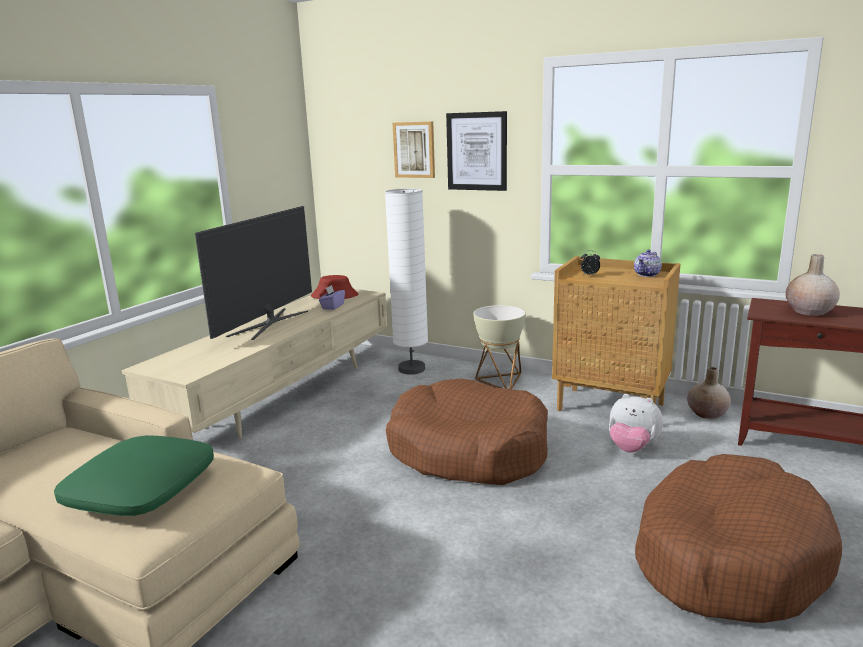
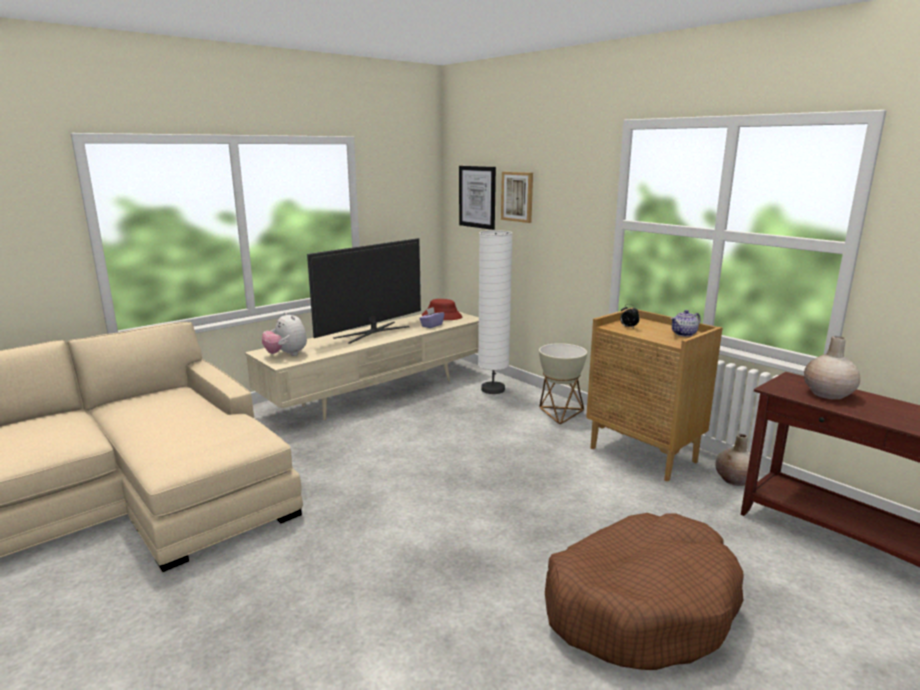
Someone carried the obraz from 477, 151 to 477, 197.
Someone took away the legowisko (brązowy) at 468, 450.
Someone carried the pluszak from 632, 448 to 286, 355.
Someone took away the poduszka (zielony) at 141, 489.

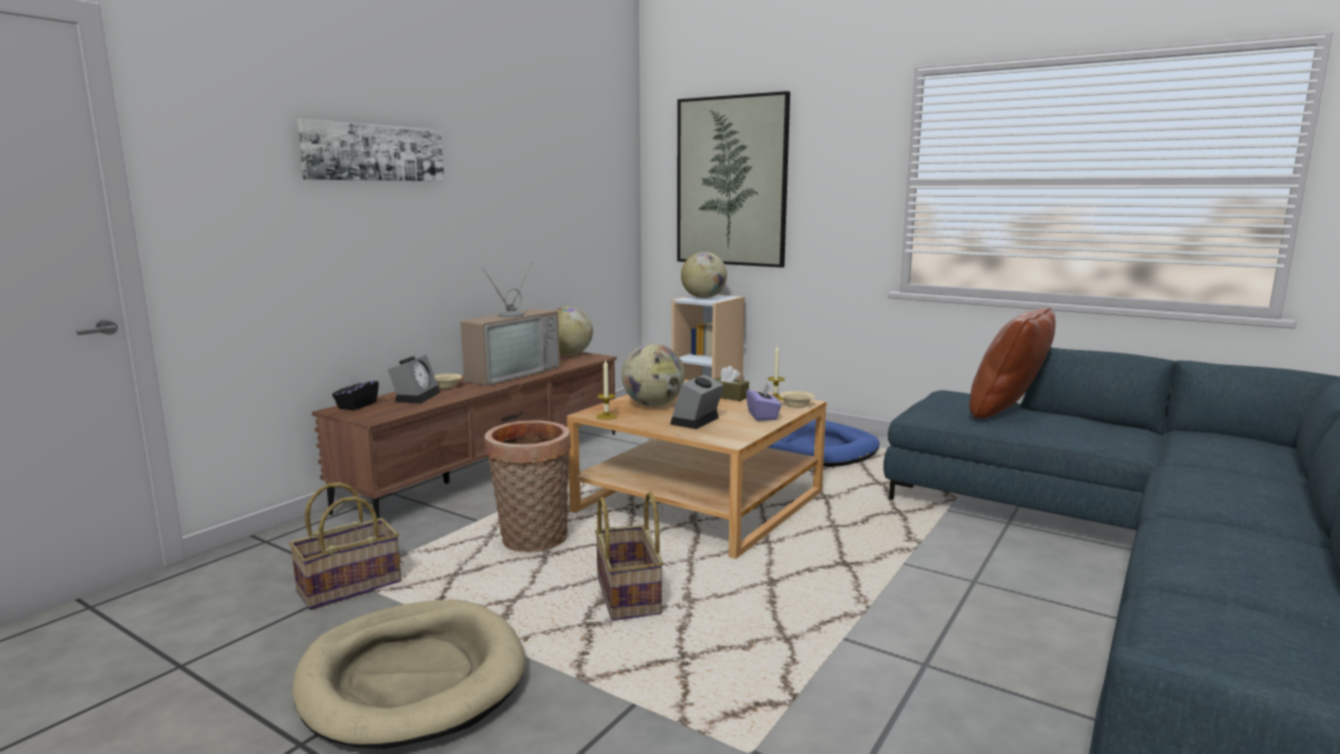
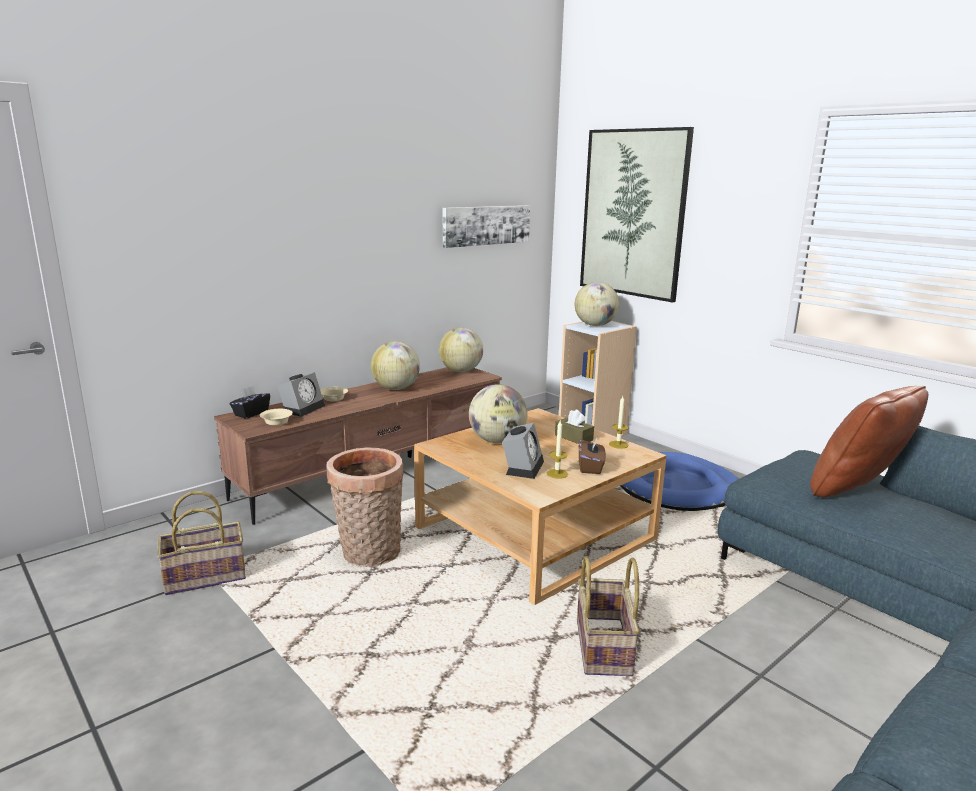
Someone carried the obraz from 374, 153 to 486, 225.
Someone swapped the telewizor at 509, 373 for the globus at 396, 388.
Someone carried the świeca from 606, 416 to 557, 474.
Someone rotated the budzik at 696, 422 by 150 degrees clockwise.
Someone repainted the pudełko chusteczek (fioletowy) at 763, 416, which became the pudełko chusteczek (brązowy) at 590, 467.
Someone carried the miska (beżowy) from 797, 405 to 277, 422.
Someone carried the koszyk from 629, 596 to 604, 647.
Someone took away the legowisko (beżowy) at 412, 678.

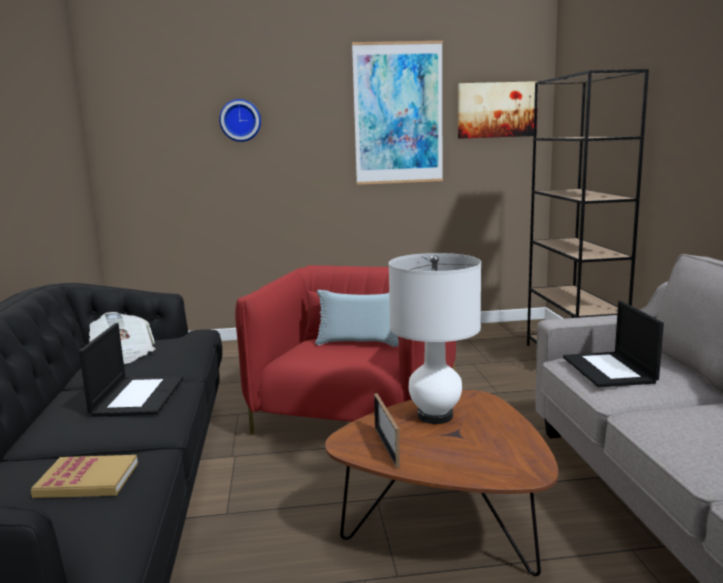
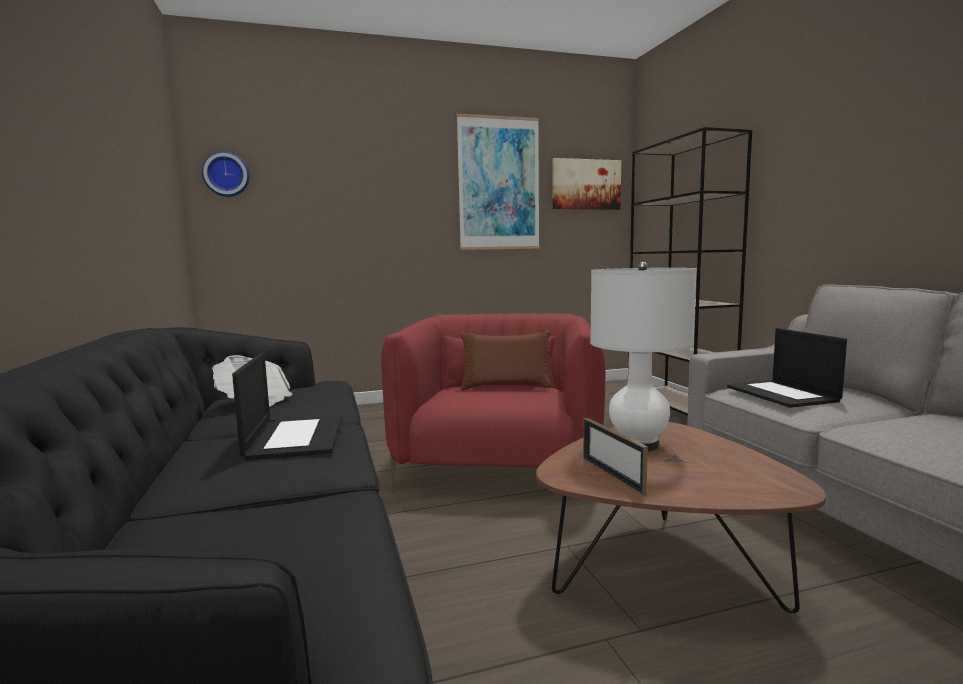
Someone carried the zegar ścienny from 240, 120 to 226, 174.
Someone repainted the poduszka (niebieski) at 358, 343, which became the poduszka (brązowy) at 506, 387.
Someone took away the książka at 87, 480.

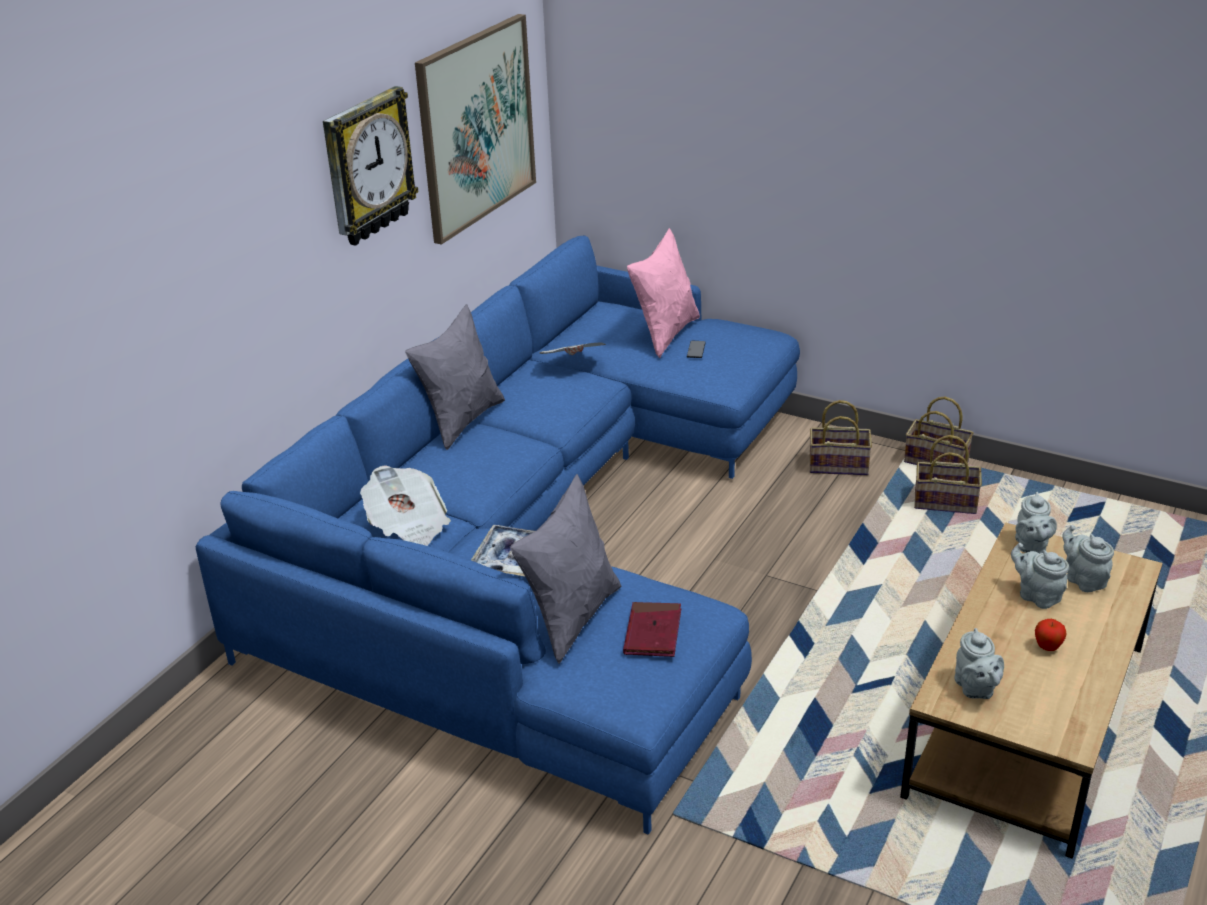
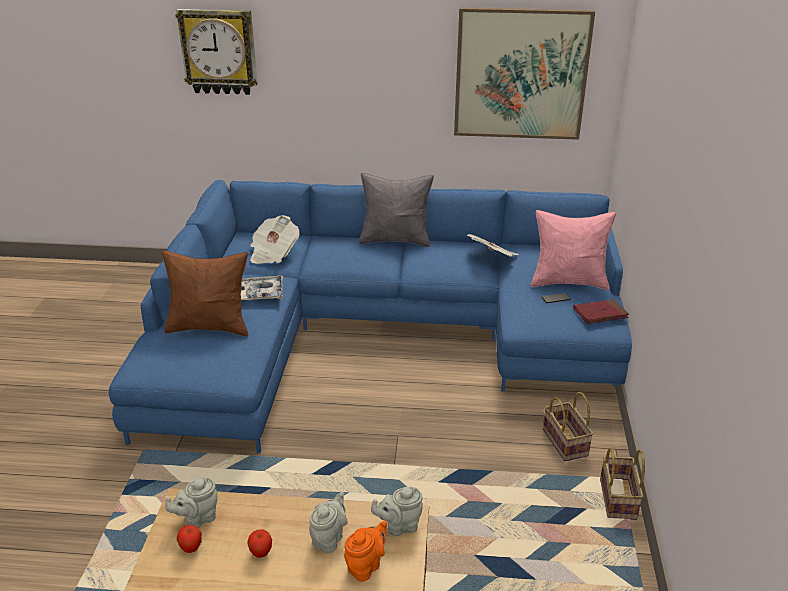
Someone carried the zegar ścienny from 367, 166 to 219, 51.
Someone took away the koszyk at 946, 503.
Someone repainted the poduszka (szary) at 571, 618, which became the poduszka (brązowy) at 210, 327.
Someone repainted the imbryk (szary) at 1083, 580, which became the imbryk (pomarańczowy) at 366, 566.
Someone carried the książka (czerwony) from 653, 633 to 600, 314.
Someone put down the jabłko at 191, 548.

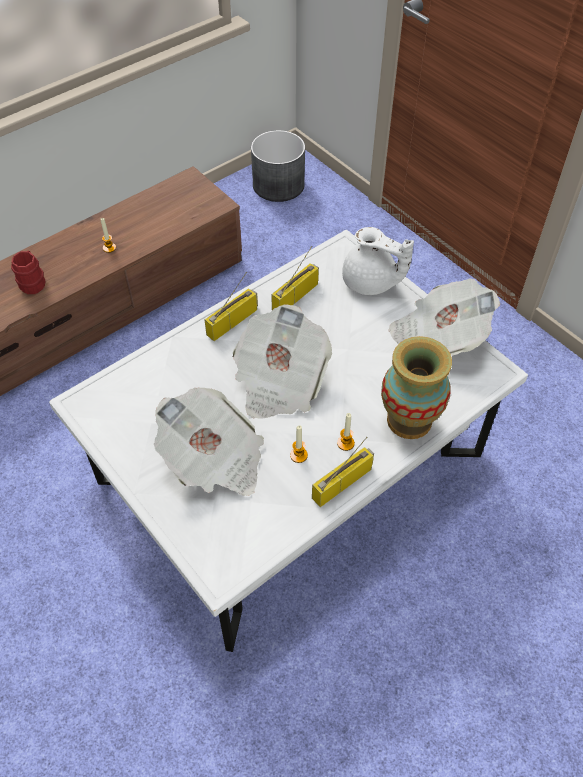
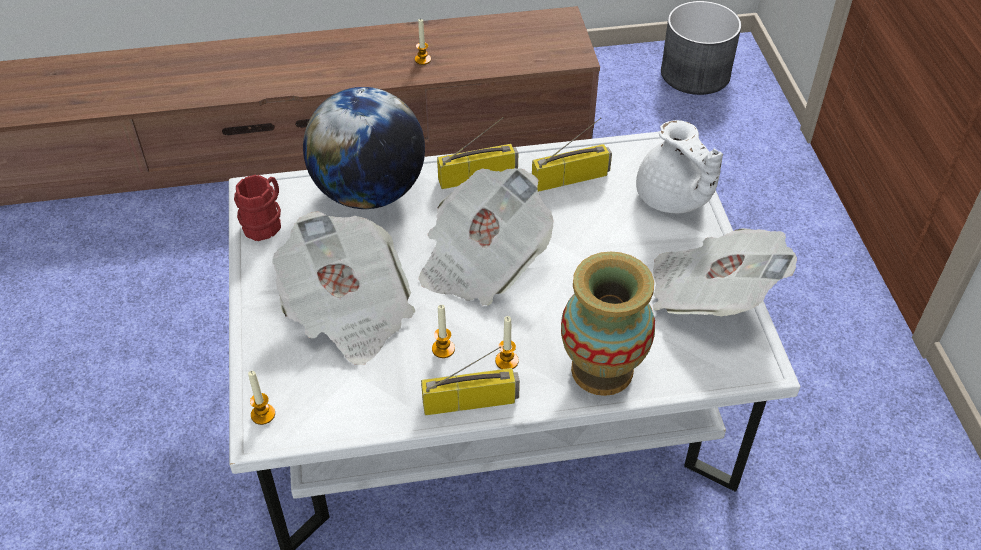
Someone carried the kubek (czerwony) from 33, 281 to 265, 222.
Someone put down the globus at 369, 192.
Someone put down the świeca at 263, 414.

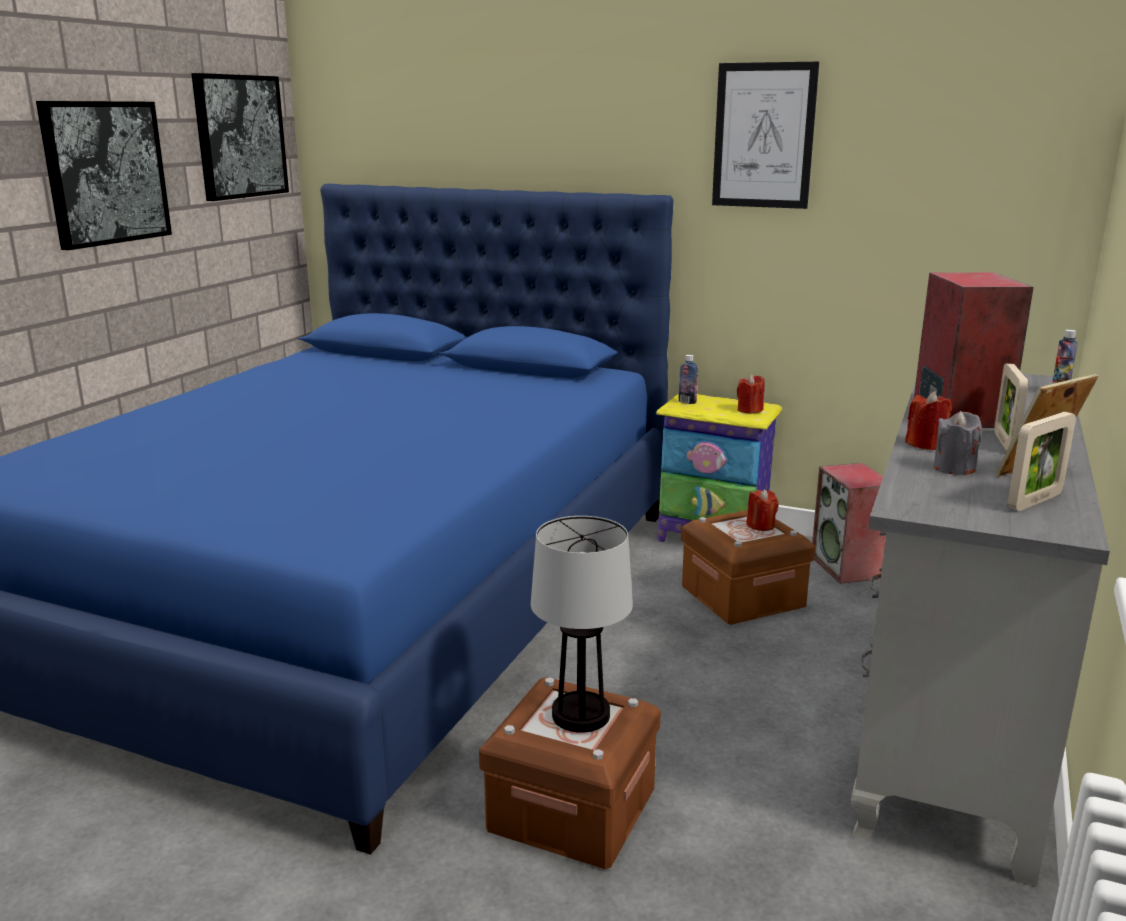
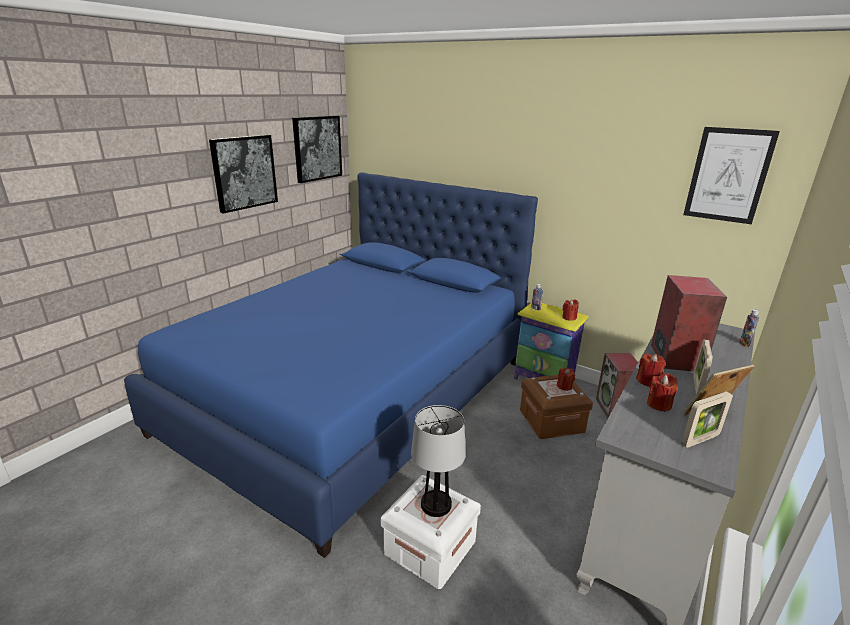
Someone carried the obraz from 763, 136 to 728, 175.
Someone repainted the świeca (szary) at 954, 468, which became the świeca (czerwony) at 659, 404.
Someone repainted the pojemnik do przechowywania (brązowy) at 572, 810, which became the pojemnik do przechowywania (biały) at 430, 547.

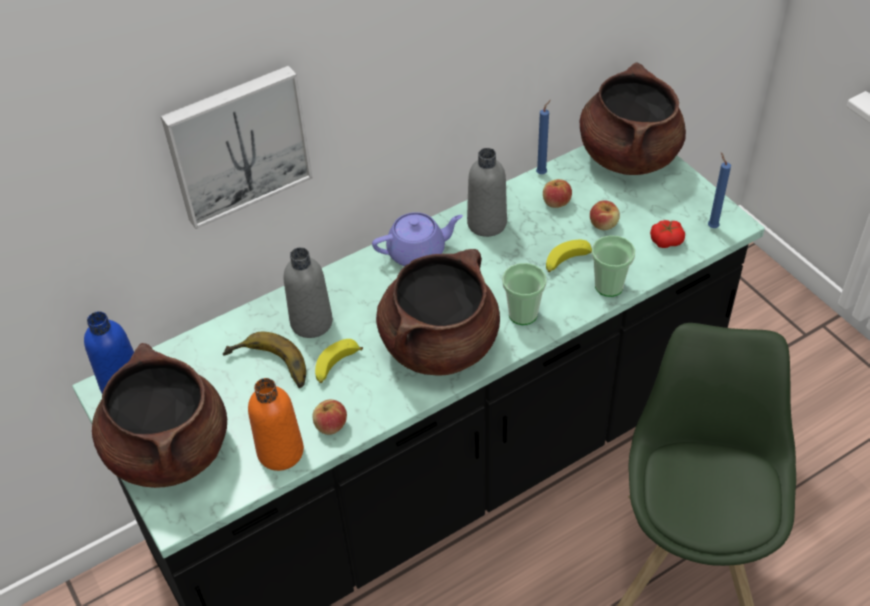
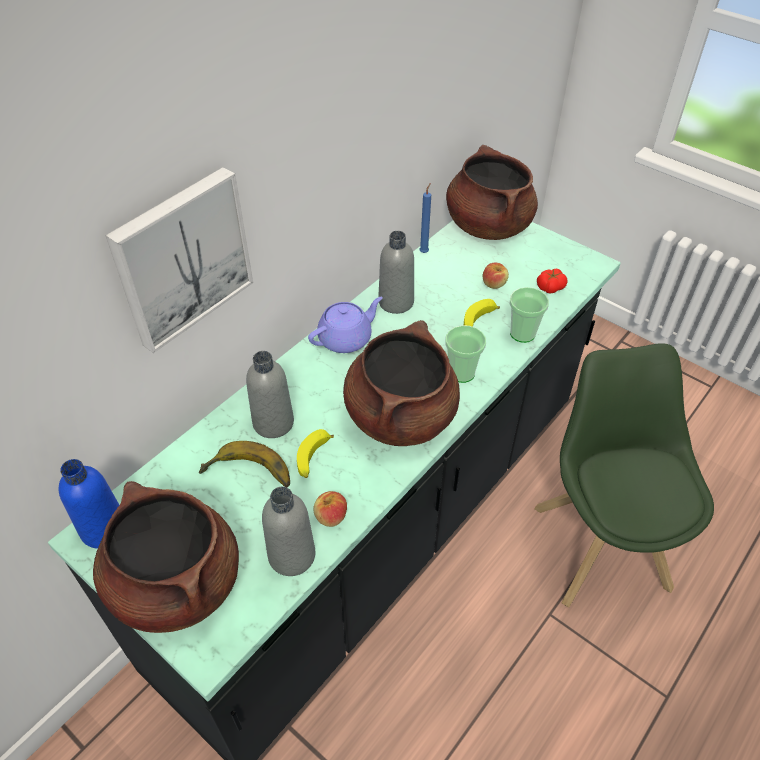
Someone took away the świeca (niebieski) at 711, 226.
Someone took away the jabłko at 556, 202.
Someone repainted the butelka (pomarańczowy) at 280, 452, which became the butelka (szary) at 292, 555.

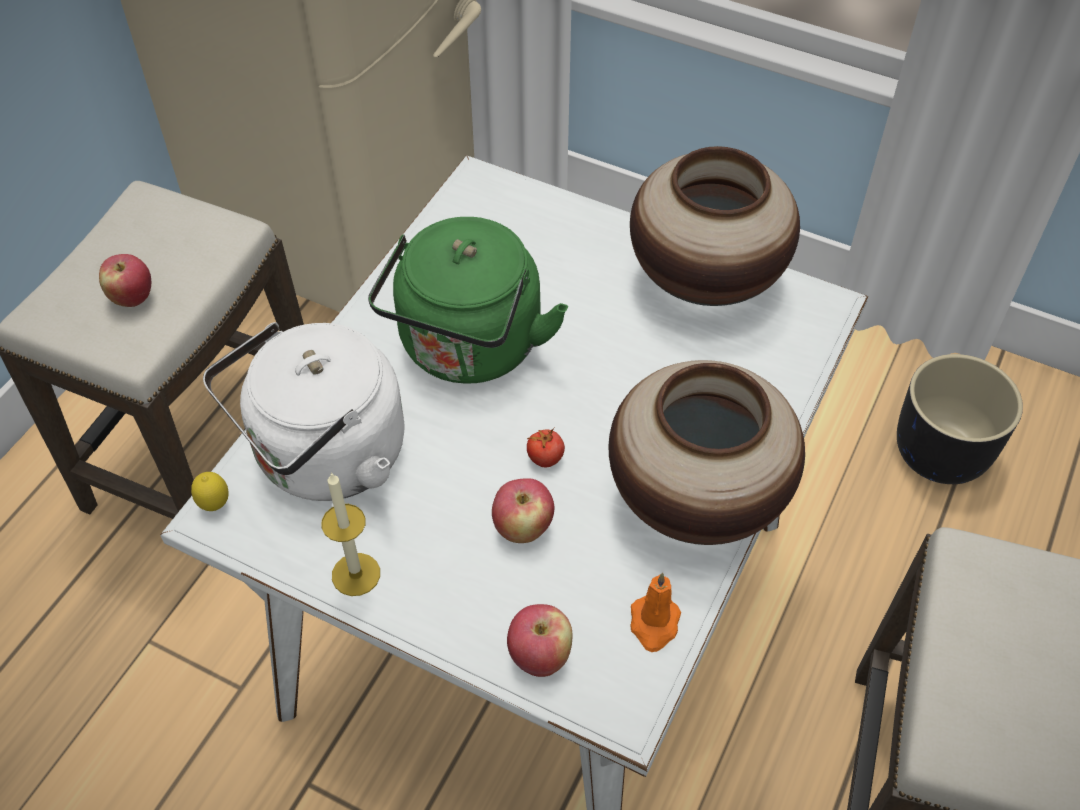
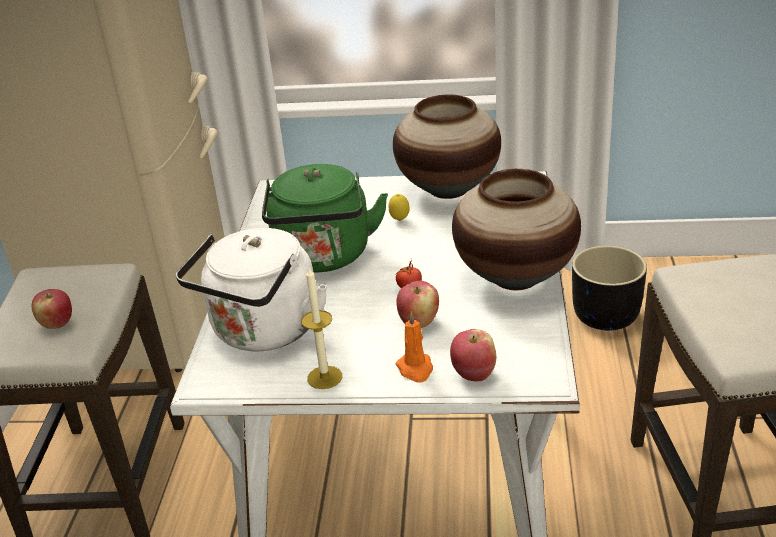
Someone carried the cytryna from 215, 505 to 400, 220.
Someone carried the świeca (pomarańczowy) from 654, 624 to 415, 369.

